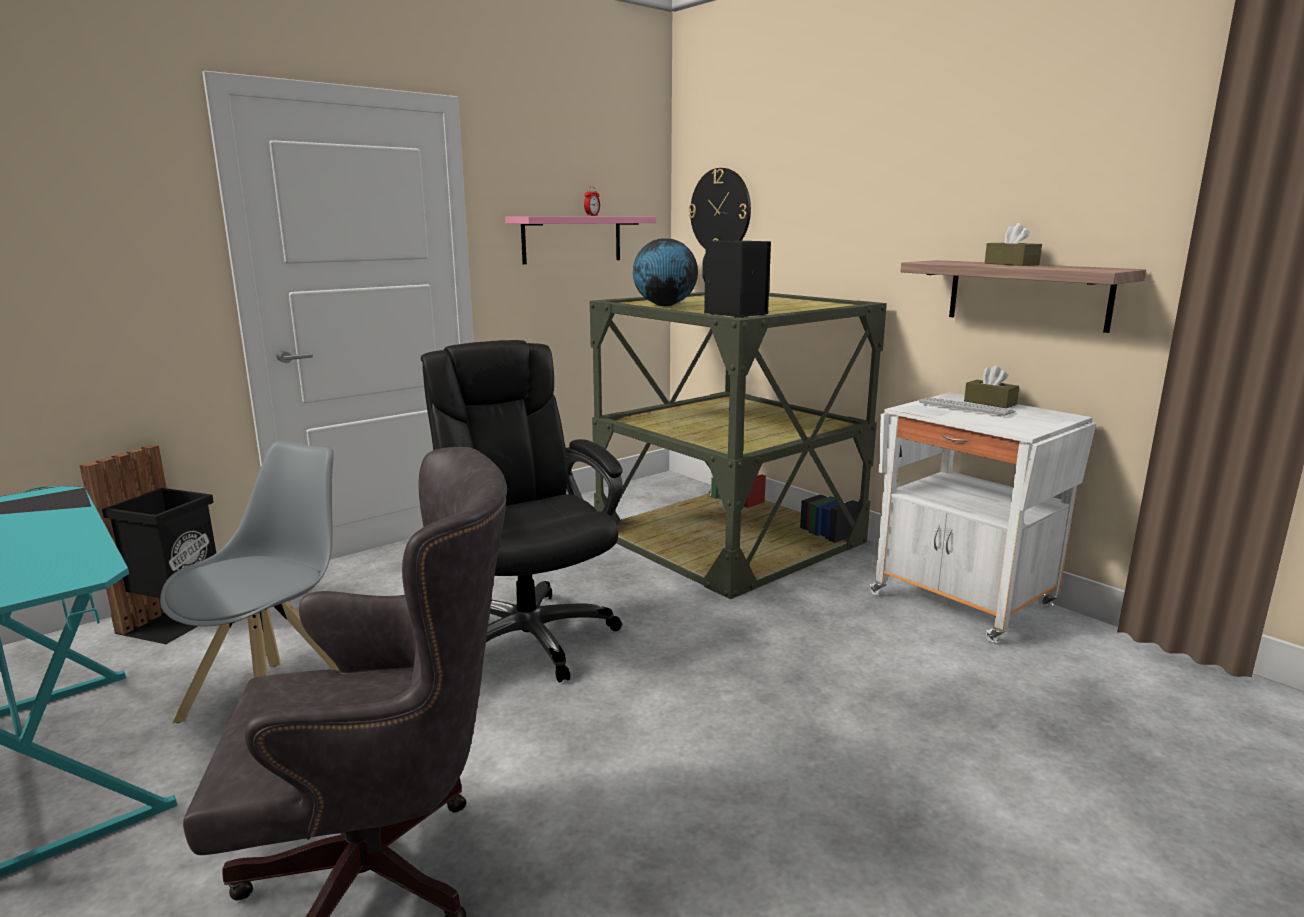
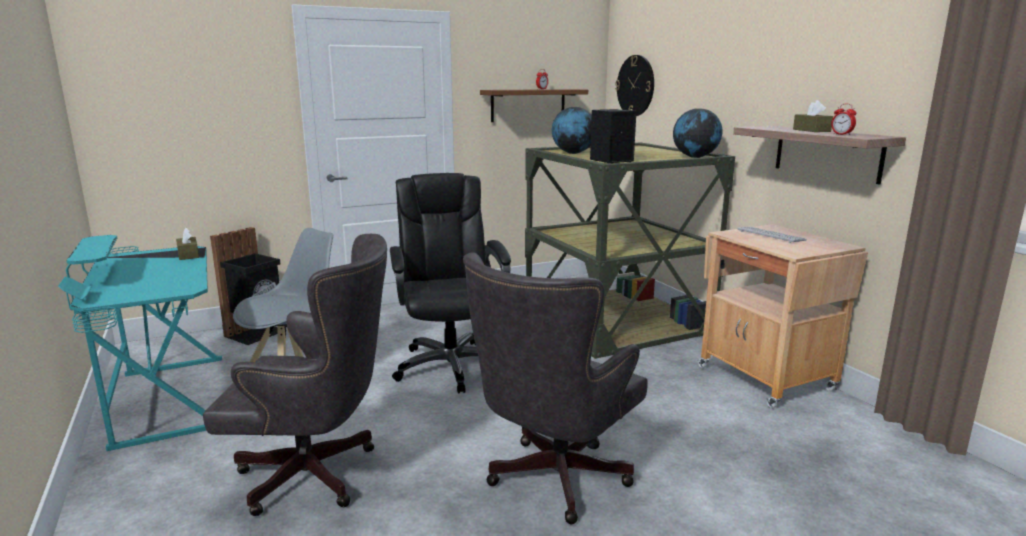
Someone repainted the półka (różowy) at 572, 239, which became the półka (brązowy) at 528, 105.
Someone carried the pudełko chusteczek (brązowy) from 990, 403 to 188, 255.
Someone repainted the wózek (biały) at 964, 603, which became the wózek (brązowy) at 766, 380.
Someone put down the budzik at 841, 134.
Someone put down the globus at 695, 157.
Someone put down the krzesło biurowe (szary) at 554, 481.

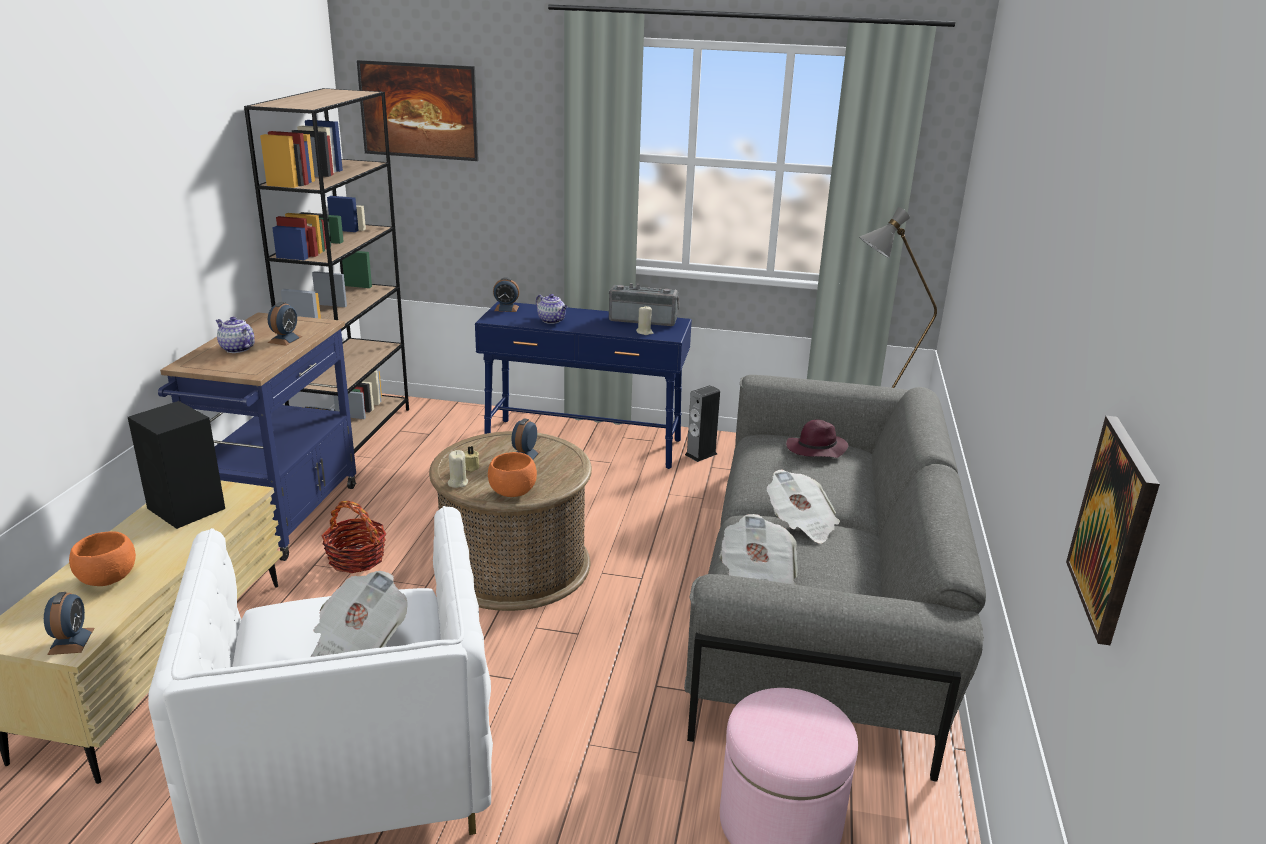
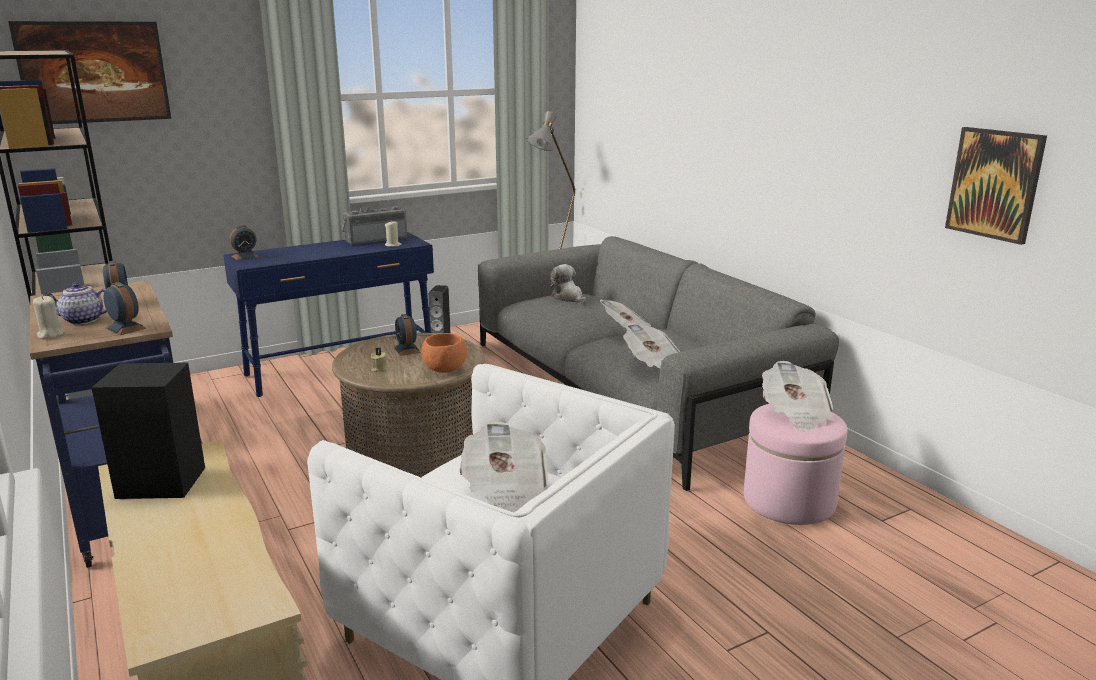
Someone took away the imbryk at 552, 320.
Someone swapped the kapelusz (fioletowy) at 815, 450 for the pluszak at 568, 298.
Someone carried the świeca (beżowy) from 457, 483 to 50, 335.
Someone took away the koszyk at 356, 559.
Someone took away the miska (pomarańczowy) at 108, 579.
Someone carried the budzik from 71, 641 to 125, 328.
Someone put down the gazeta at 795, 414.

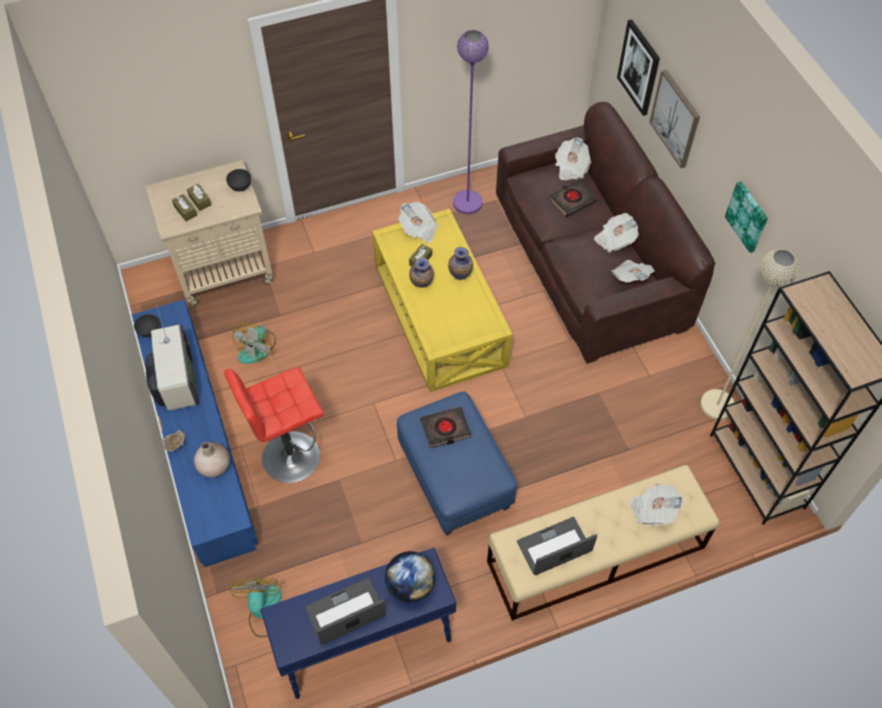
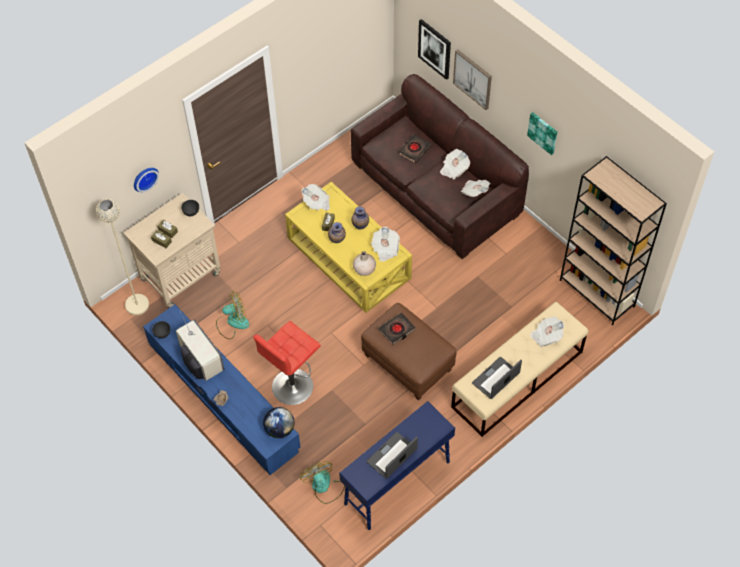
Someone took away the lampa stojąca (fioletowy) at 468, 203.
Someone carried the gazeta from 571, 167 to 385, 249.
Someone carried the lampa stojąca (beżowy) from 717, 405 to 137, 305.
Someone rotated the wentylator at 257, 348 by 105 degrees counterclockwise.
Someone repainted the pufa (niebieski) at 456, 479, which became the pufa (brązowy) at 408, 363.
Someone carried the wazon (beżowy) from 214, 466 to 364, 269.
Someone carried the globus from 410, 585 to 279, 429.
Someone put up the zegar ścienny at 144, 178.

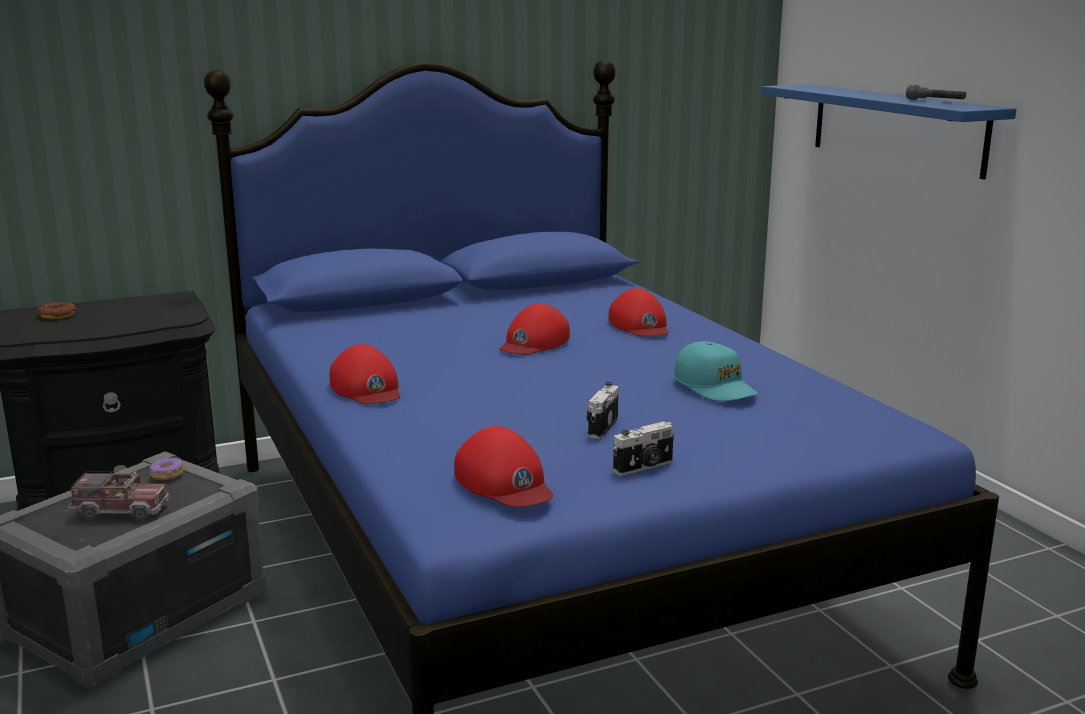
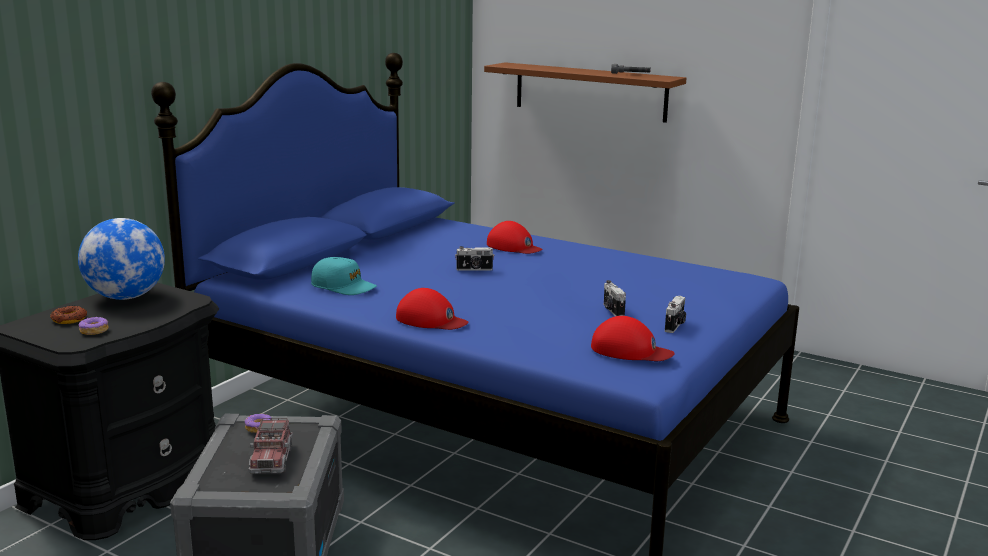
Someone repainted the półka (niebieski) at 896, 128, which became the półka (brązowy) at 590, 91.
Someone swapped the czapka z daszkiem (czerwony) at 534, 342 for the aparat fotograficzny at 474, 269.
Someone carried the czapka z daszkiem (turkusowy) from 715, 387 to 343, 287.
Someone rotated the ciężarówka zabawkowa at 121, 510 by 120 degrees clockwise.
Someone put down the globus at 126, 297.
Someone put down the donut at 93, 331.

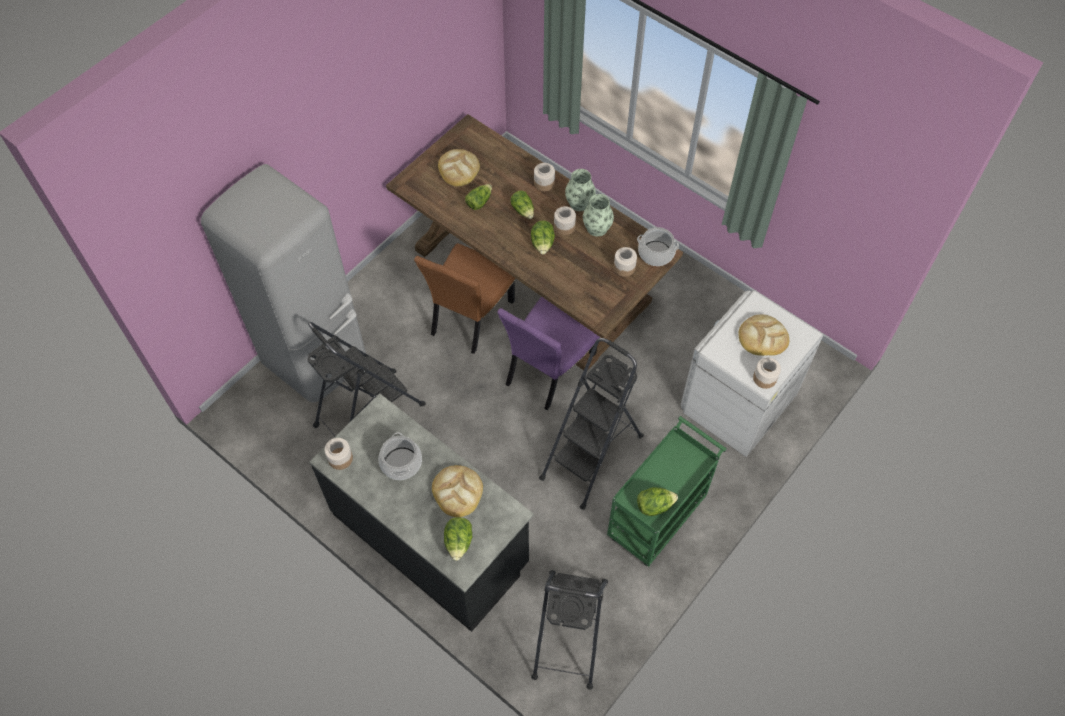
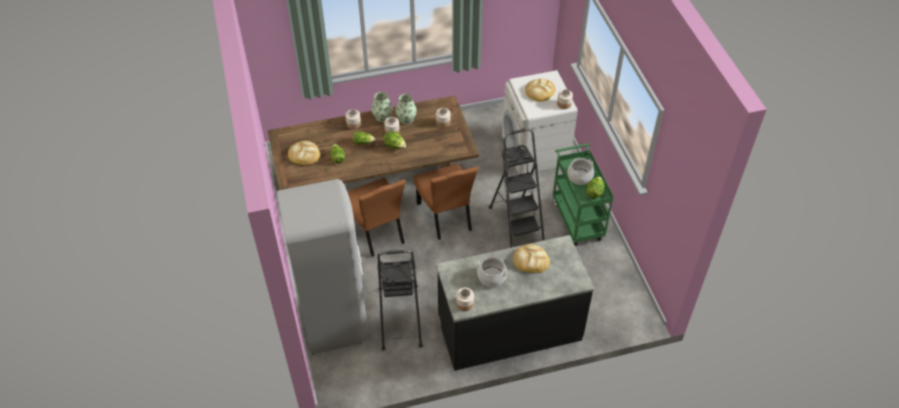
Someone carried the garnek from 656, 253 to 580, 177.
Someone repainted the krzesło (fioletowy) at 549, 368, which became the krzesło (brązowy) at 445, 215.
Someone took away the sałata at 459, 542.
Someone took away the drabinka at 570, 630.

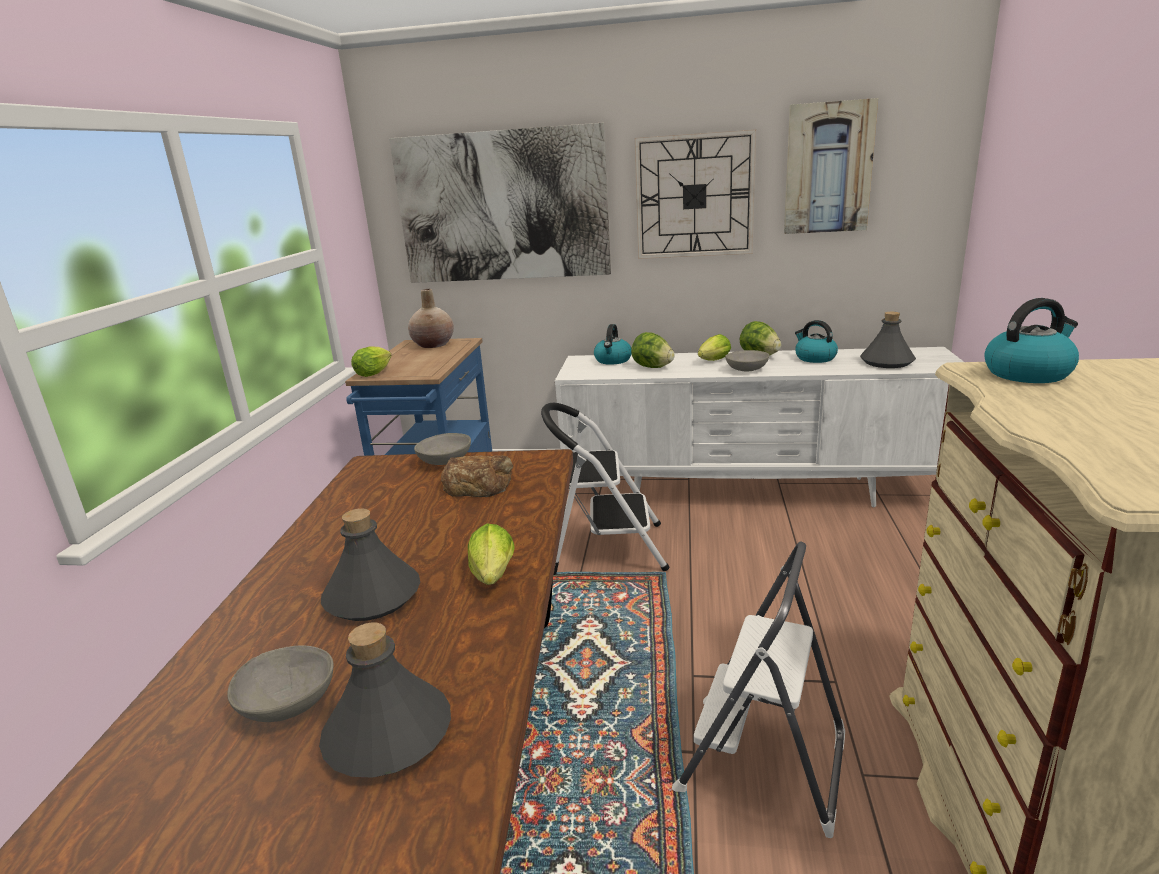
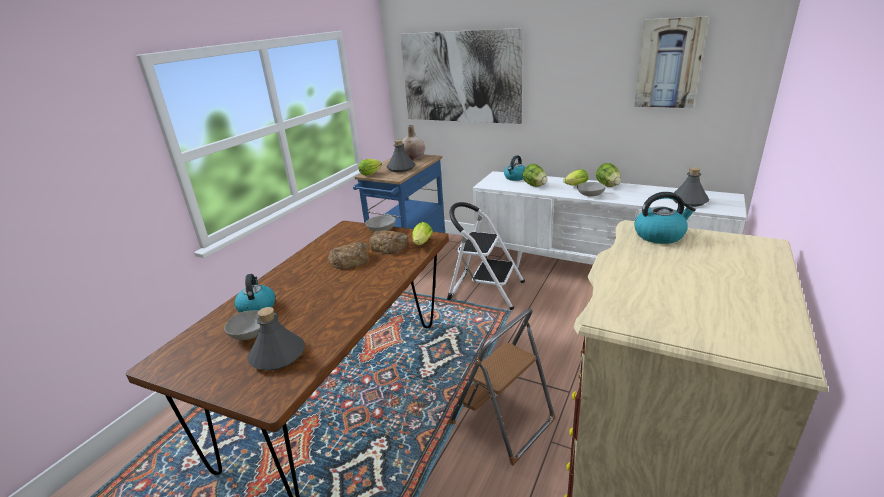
Someone took away the zegar ścienny at 694, 196.
Someone carried the czajnik from 814, 358 to 257, 307.
Someone carried the butelka (szary) from 373, 597 to 401, 168.
Someone carried the sałata from 493, 578 to 421, 244.
Someone repainted the drabinka (biały) at 769, 763, which became the drabinka (brązowy) at 504, 423.
Someone put down the chleb at 350, 260.

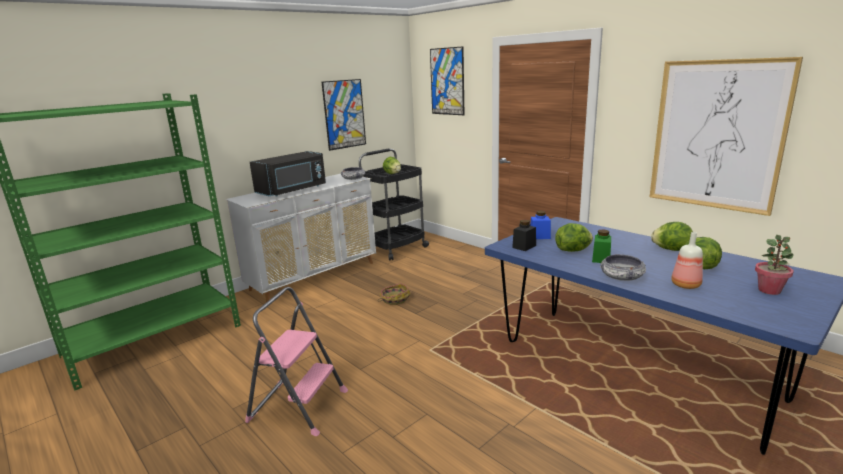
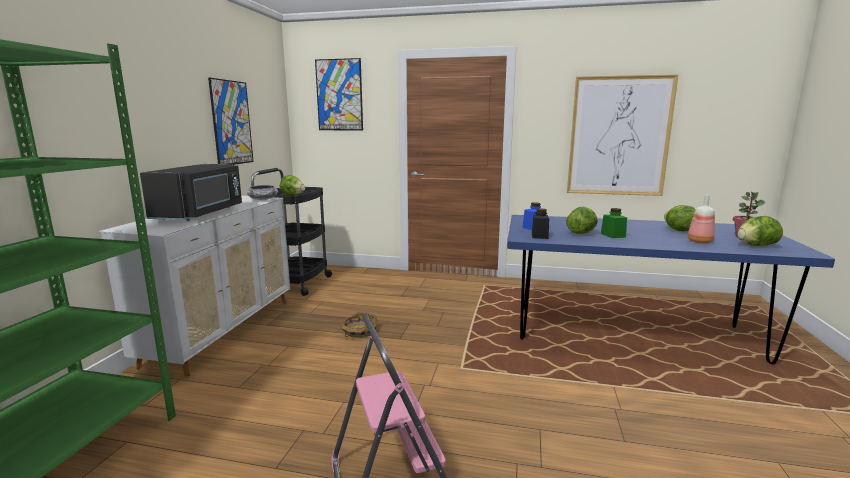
Someone carried the sałata from 671, 249 to 756, 245.
Someone took away the miska at 621, 277.

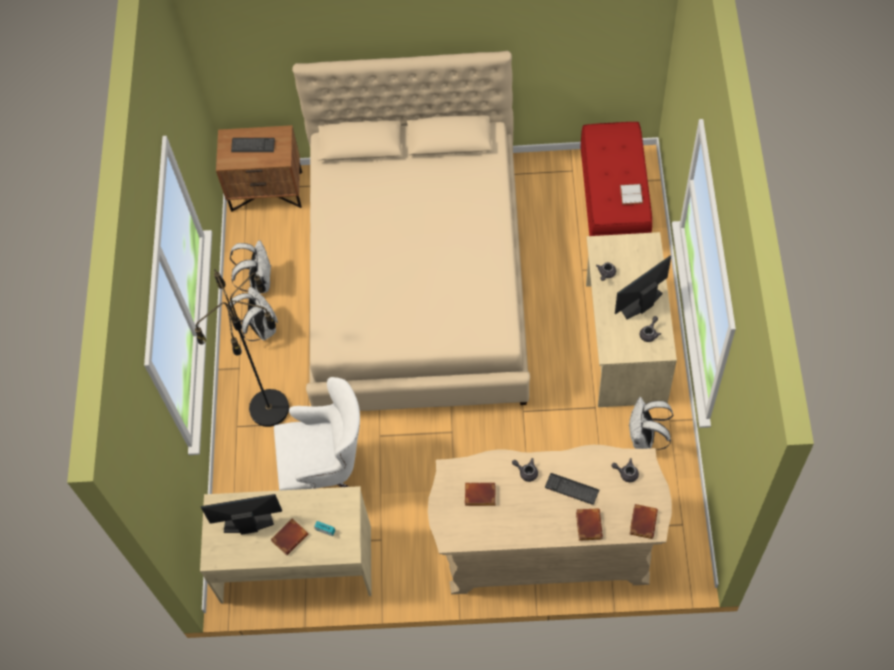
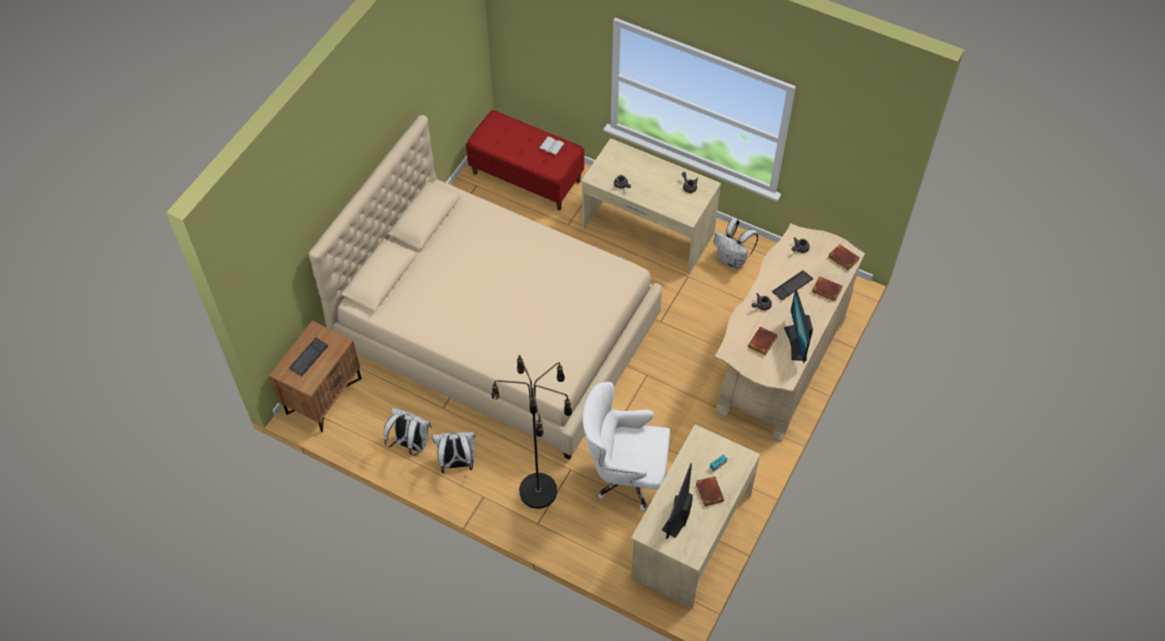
Someone carried the monitor from 641, 303 to 797, 343.
Someone rotated the krzesło biurowe (biały) at 326, 474 by 105 degrees counterclockwise.

